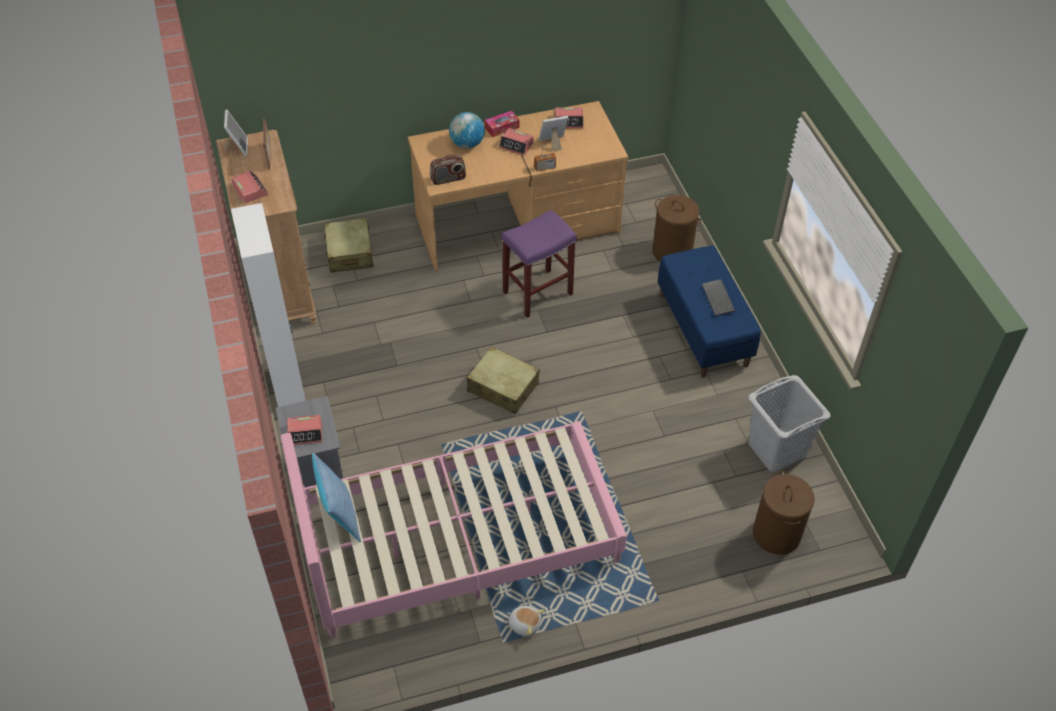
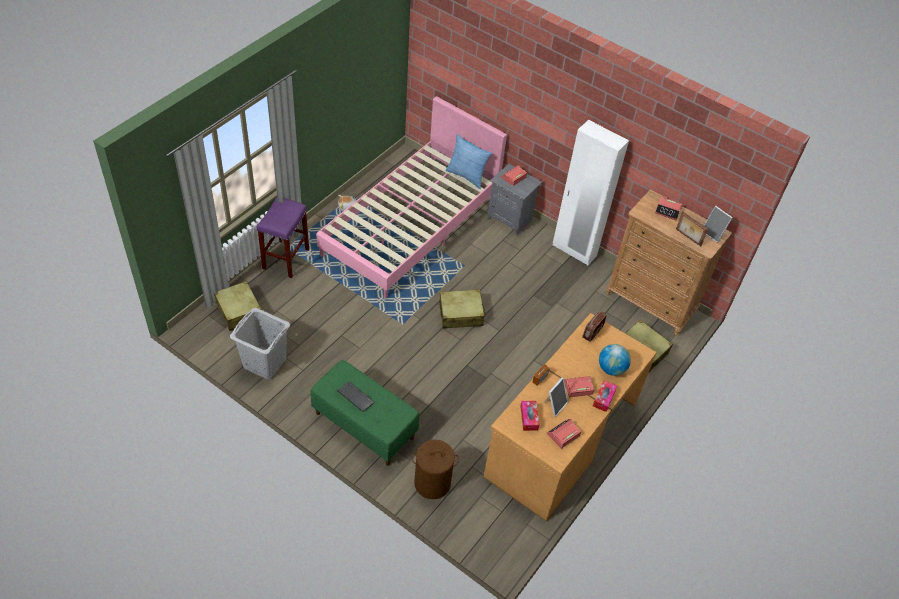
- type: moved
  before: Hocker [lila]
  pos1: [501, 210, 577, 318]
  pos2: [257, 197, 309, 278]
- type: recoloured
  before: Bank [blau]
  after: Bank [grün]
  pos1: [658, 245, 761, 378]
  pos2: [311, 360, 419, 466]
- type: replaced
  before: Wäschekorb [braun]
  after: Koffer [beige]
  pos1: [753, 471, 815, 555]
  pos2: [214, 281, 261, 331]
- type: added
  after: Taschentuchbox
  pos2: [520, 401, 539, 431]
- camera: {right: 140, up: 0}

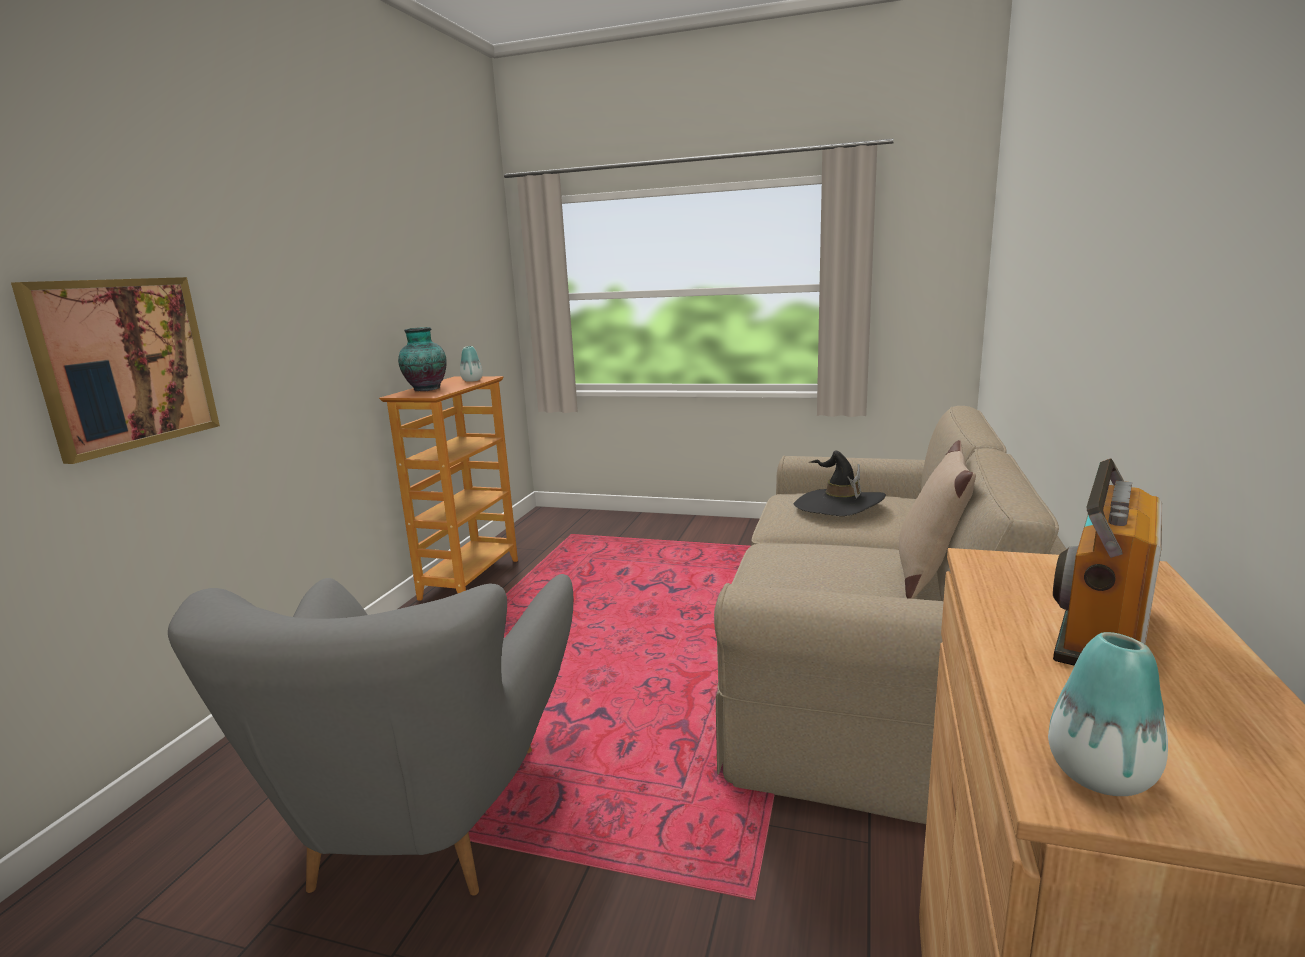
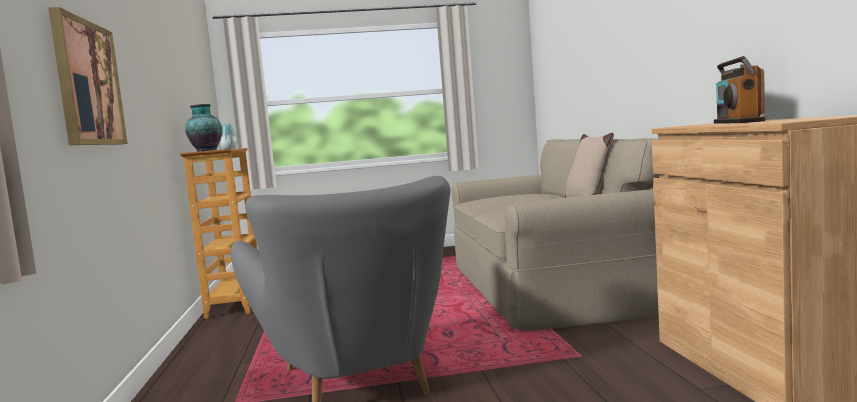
- type: removed
  before: Hut [schwarz]
  pos1: [794, 451, 886, 516]
- type: removed
  before: Vase
  pos1: [1048, 632, 1168, 796]
- camera: {right: -25, up: -10}

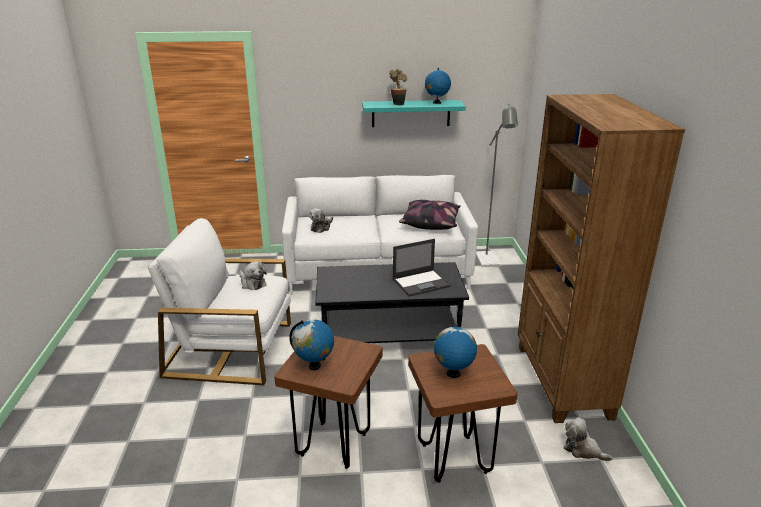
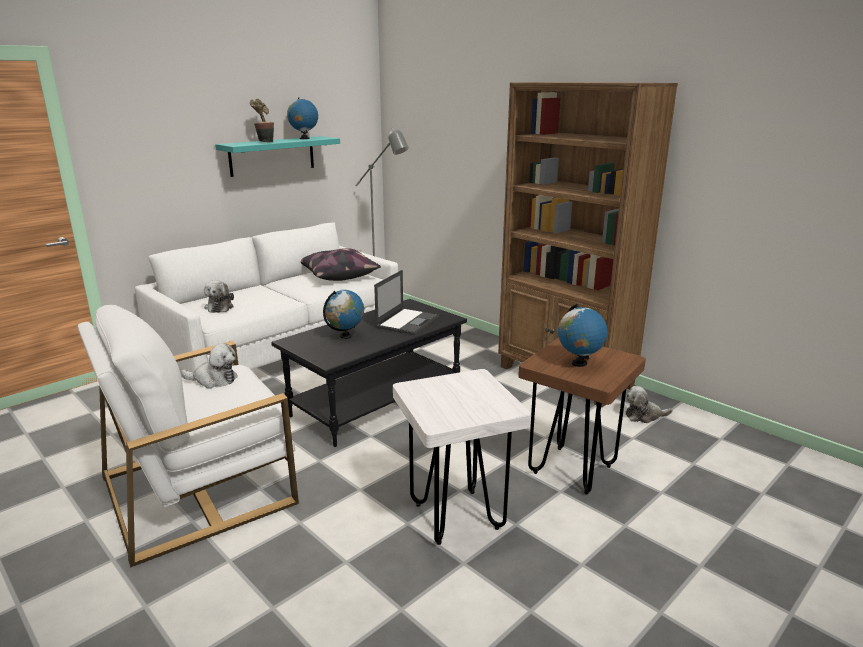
- type: moved
  before: Globus
  pos1: [289, 319, 334, 370]
  pos2: [323, 290, 364, 339]
- type: recoloured
  before: Hocker [braun]
  after: Hocker [weiß]
  pos1: [274, 336, 382, 469]
  pos2: [393, 369, 531, 545]
- camera: {right: -40, up: -5}

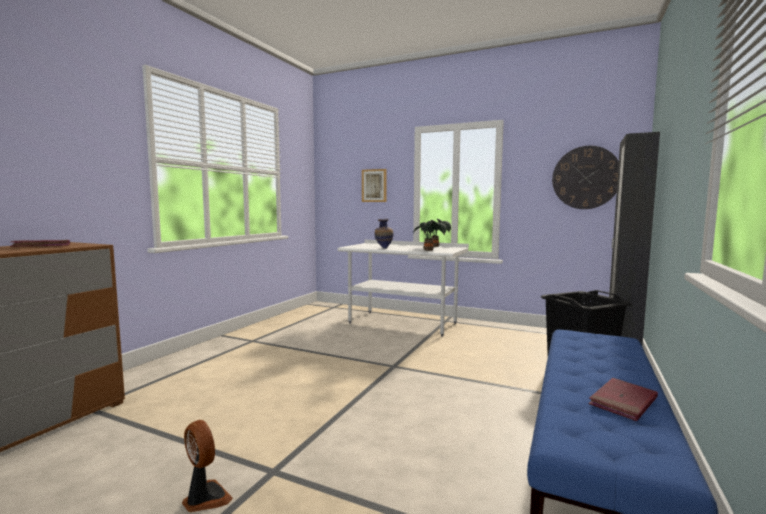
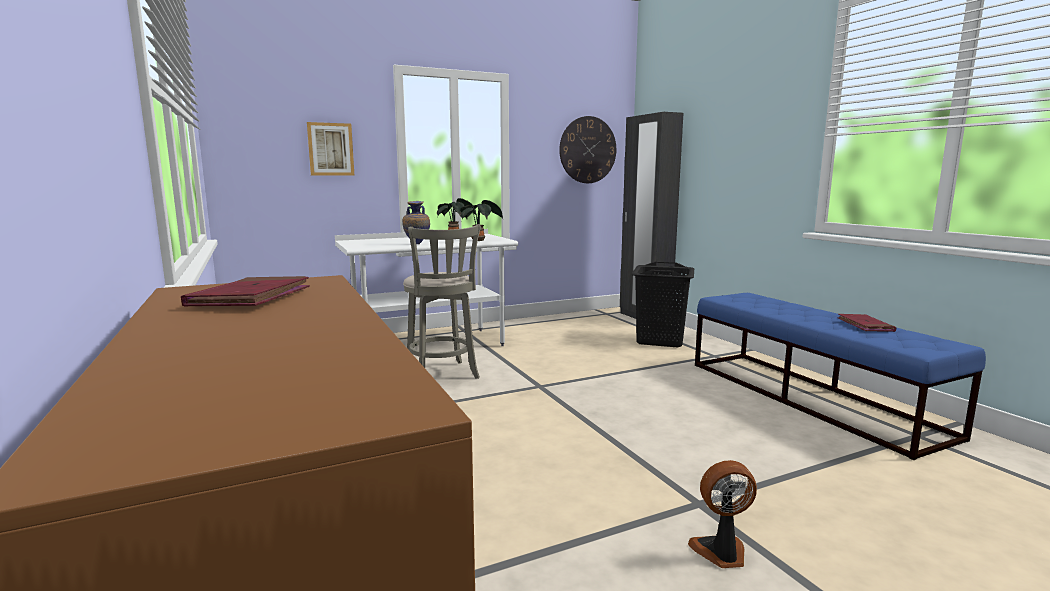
- type: added
  after: Hocker [grau]
  pos2: [403, 224, 481, 379]
- camera: {right: -50, up: 5}

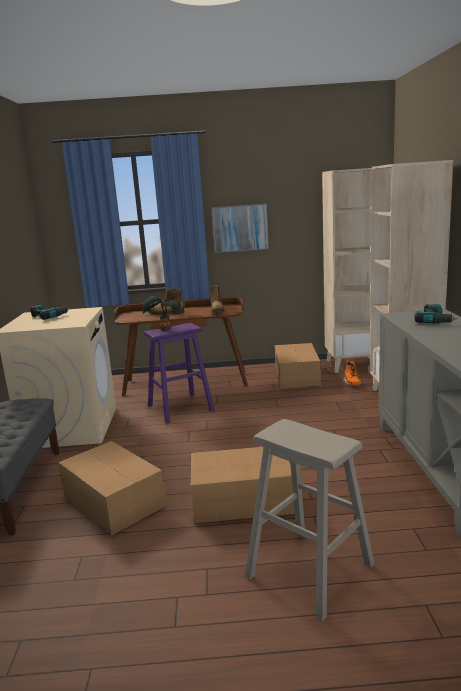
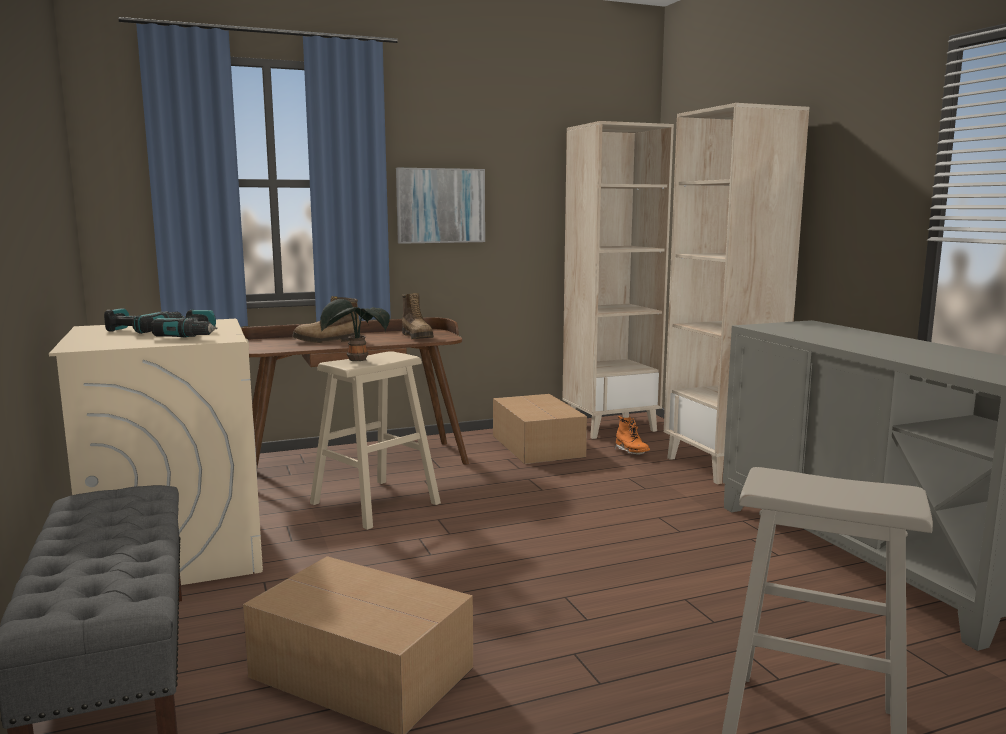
- type: moved
  before: Bohrmaschine
  pos1: [415, 304, 457, 324]
  pos2: [151, 309, 218, 337]
- type: recoloured
  before: Hocker [lila]
  after: Hocker [beige]
  pos1: [144, 323, 215, 424]
  pos2: [310, 351, 441, 530]
- type: removed
  before: Karton
  pos1: [191, 447, 295, 523]
- camera: {right: -20, up: -5}

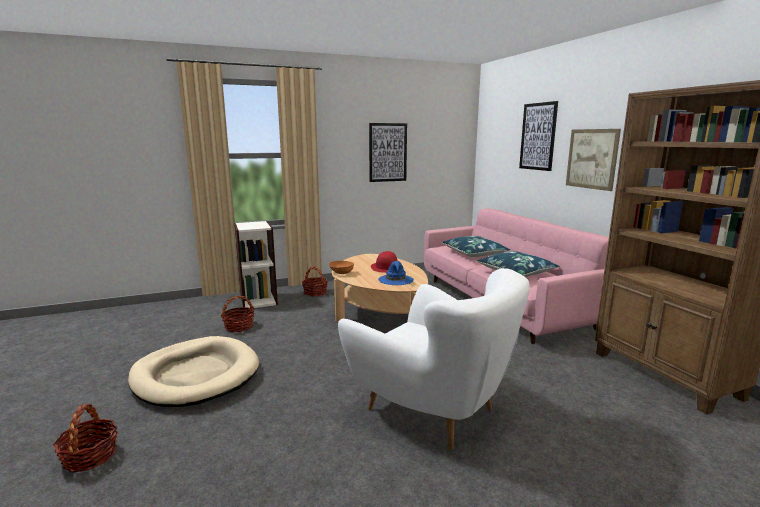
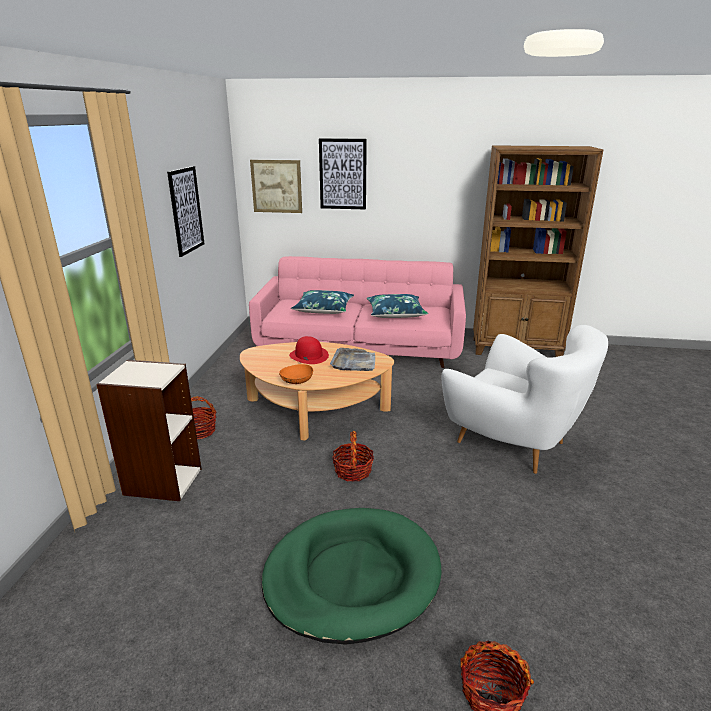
- type: moved
  before: Bild
  pos1: [566, 129, 621, 191]
  pos2: [250, 160, 302, 213]
- type: replaced
  before: Hut [blau]
  after: Tablett [grau]
  pos1: [378, 261, 414, 285]
  pos2: [330, 348, 375, 371]
- type: turned
  before: Sessel [weiß]
  pos1: [338, 268, 530, 450]
  pos2: [442, 325, 608, 474]
  turn: 60
- type: moved
  before: Korb
  pos1: [221, 296, 255, 332]
  pos2: [332, 431, 374, 482]
- type: recoloured
  before: Hundebett [beige]
  after: Hundebett [grün]
  pos1: [128, 336, 259, 407]
  pos2: [262, 508, 442, 645]
- camera: {right: -60, up: 10}

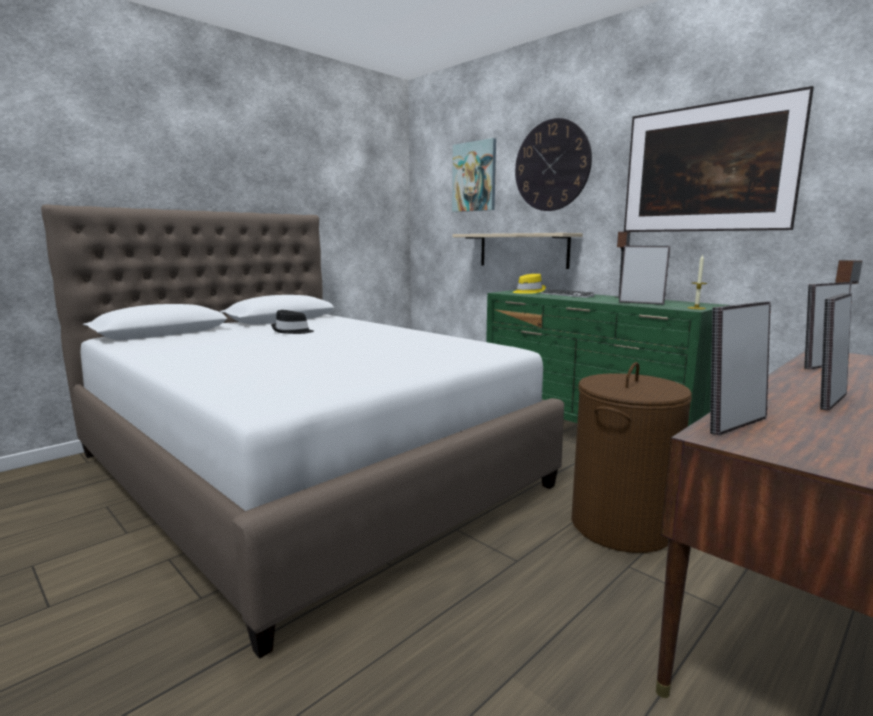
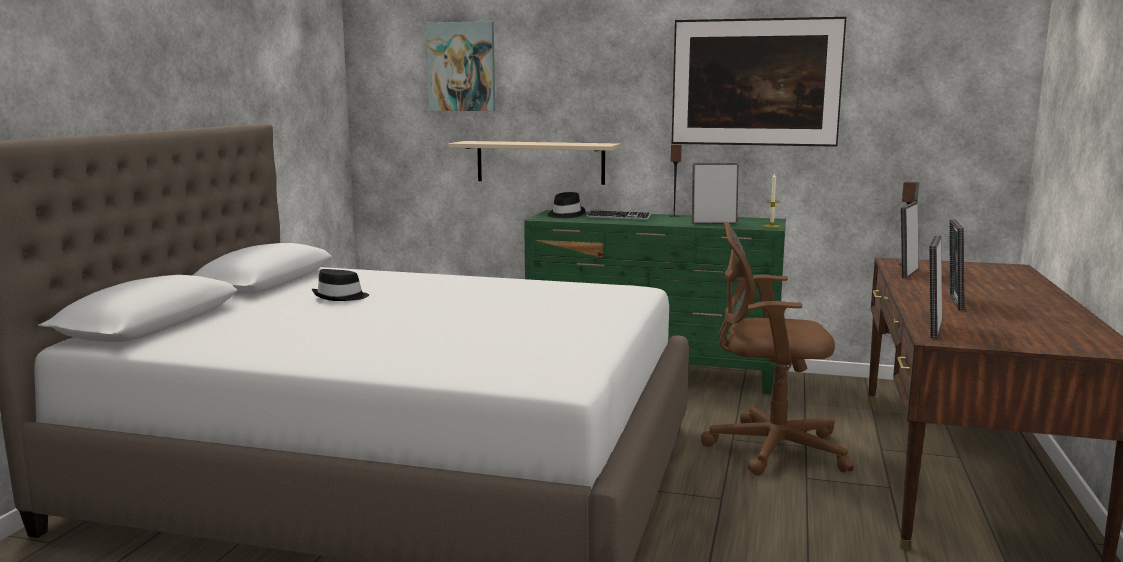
- type: removed
  before: Wanduhr
  pos1: [515, 118, 592, 211]
- type: recoloured
  before: Hut [gelb]
  after: Hut [schwarz]
  pos1: [513, 274, 546, 294]
  pos2: [548, 192, 585, 218]
- type: replaced
  before: Wäschekorb [braun]
  after: Bürostuhl [braun]
  pos1: [571, 362, 692, 553]
  pos2: [701, 222, 854, 476]
- camera: {right: -30, up: 0}

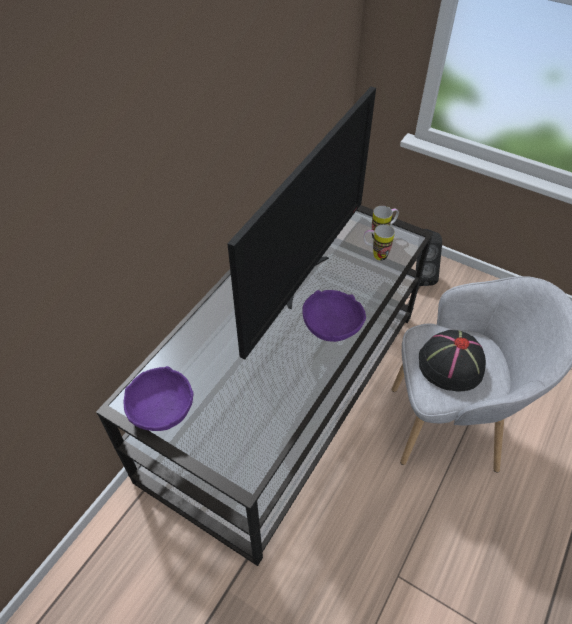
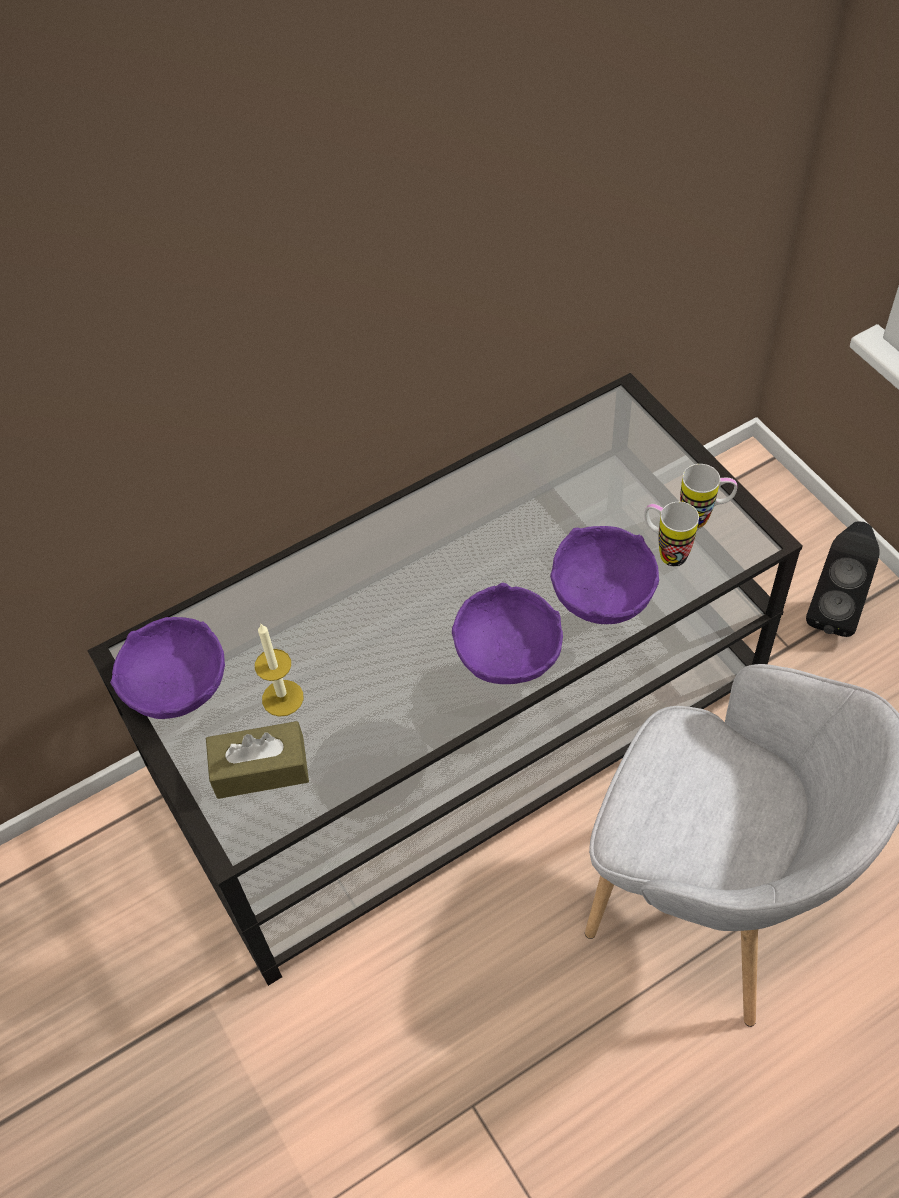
- type: removed
  before: Fernseher
  pos1: [227, 86, 376, 359]
- type: removed
  before: Hut [schwarz]
  pos1: [419, 330, 486, 391]
- type: added
  after: Schüssel [lila]
  pos2: [550, 526, 659, 624]
- type: added
  after: Kerze
  pos2: [255, 623, 304, 717]
- type: added
  after: Taschentuchbox [braun]
  pos2: [206, 721, 309, 799]
- camera: {right: 30, up: 5}

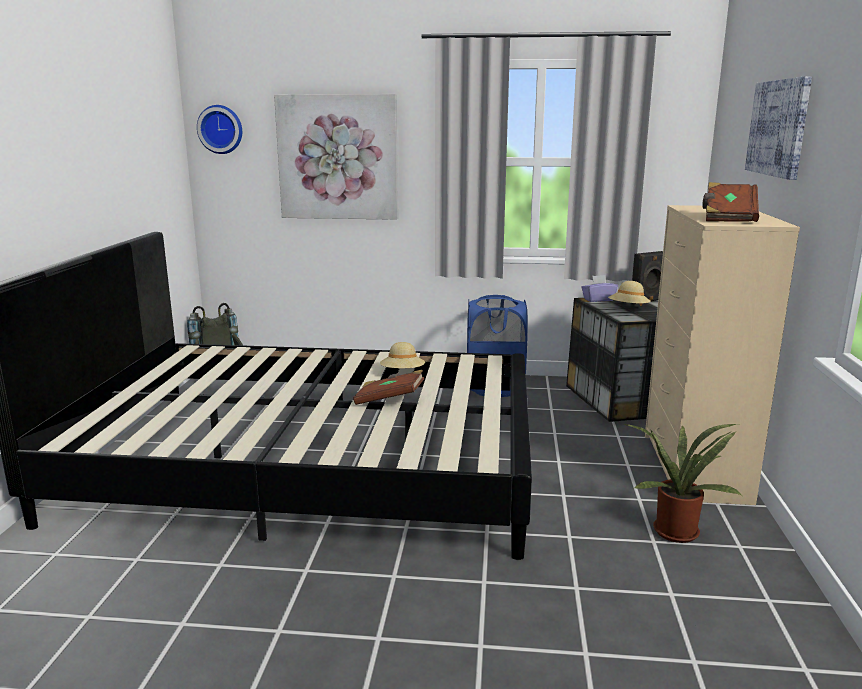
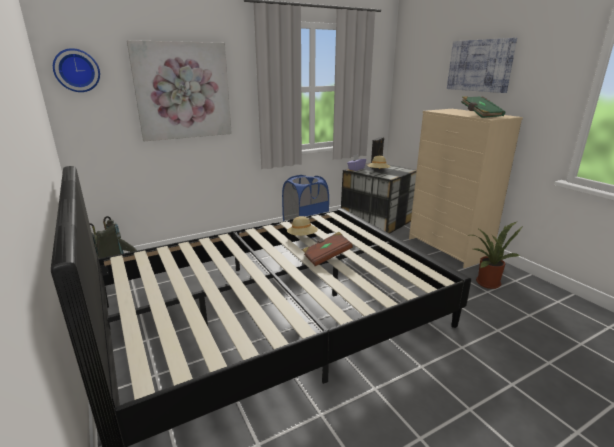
- type: recoloured
  before: Buch [braun]
  after: Buch [grün]
  pos1: [702, 182, 759, 222]
  pos2: [461, 96, 505, 118]
- camera: {right: -35, up: 5}

